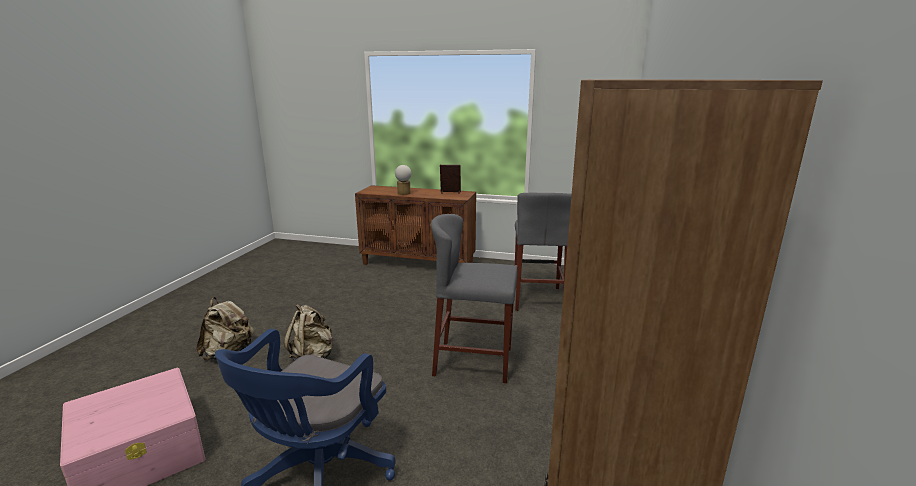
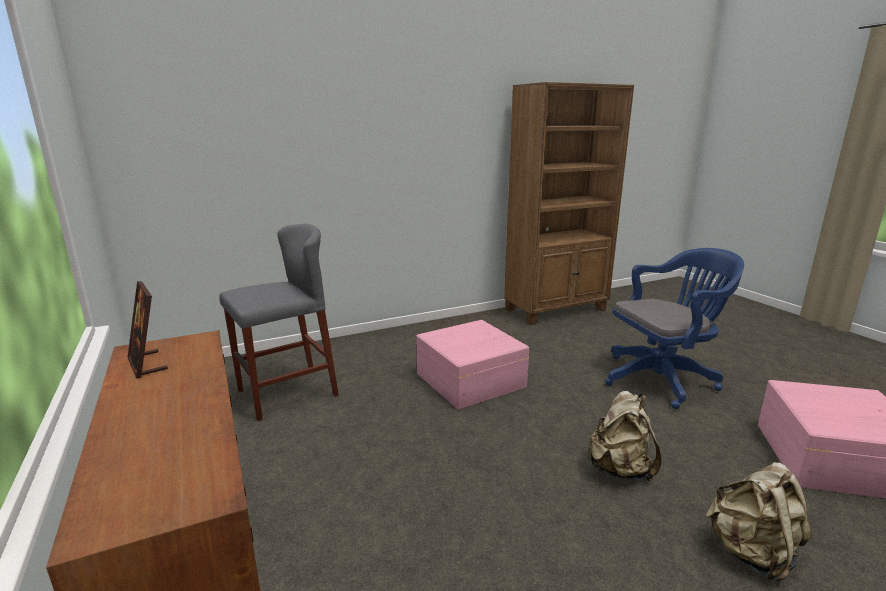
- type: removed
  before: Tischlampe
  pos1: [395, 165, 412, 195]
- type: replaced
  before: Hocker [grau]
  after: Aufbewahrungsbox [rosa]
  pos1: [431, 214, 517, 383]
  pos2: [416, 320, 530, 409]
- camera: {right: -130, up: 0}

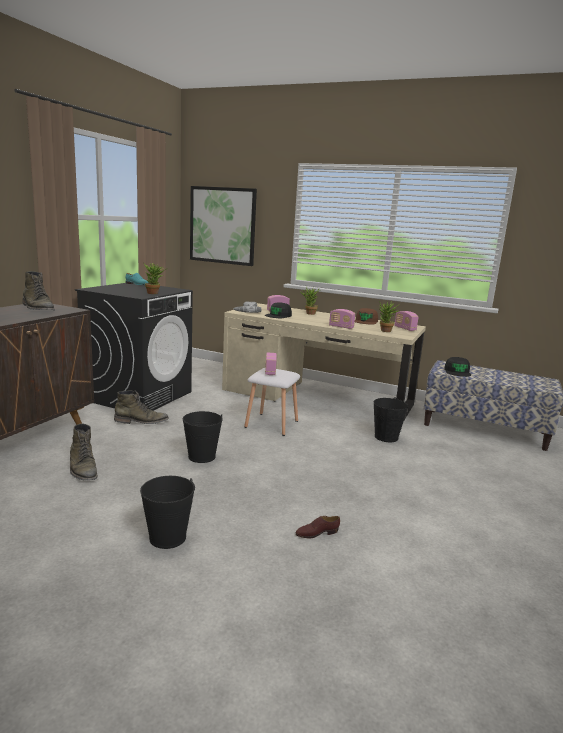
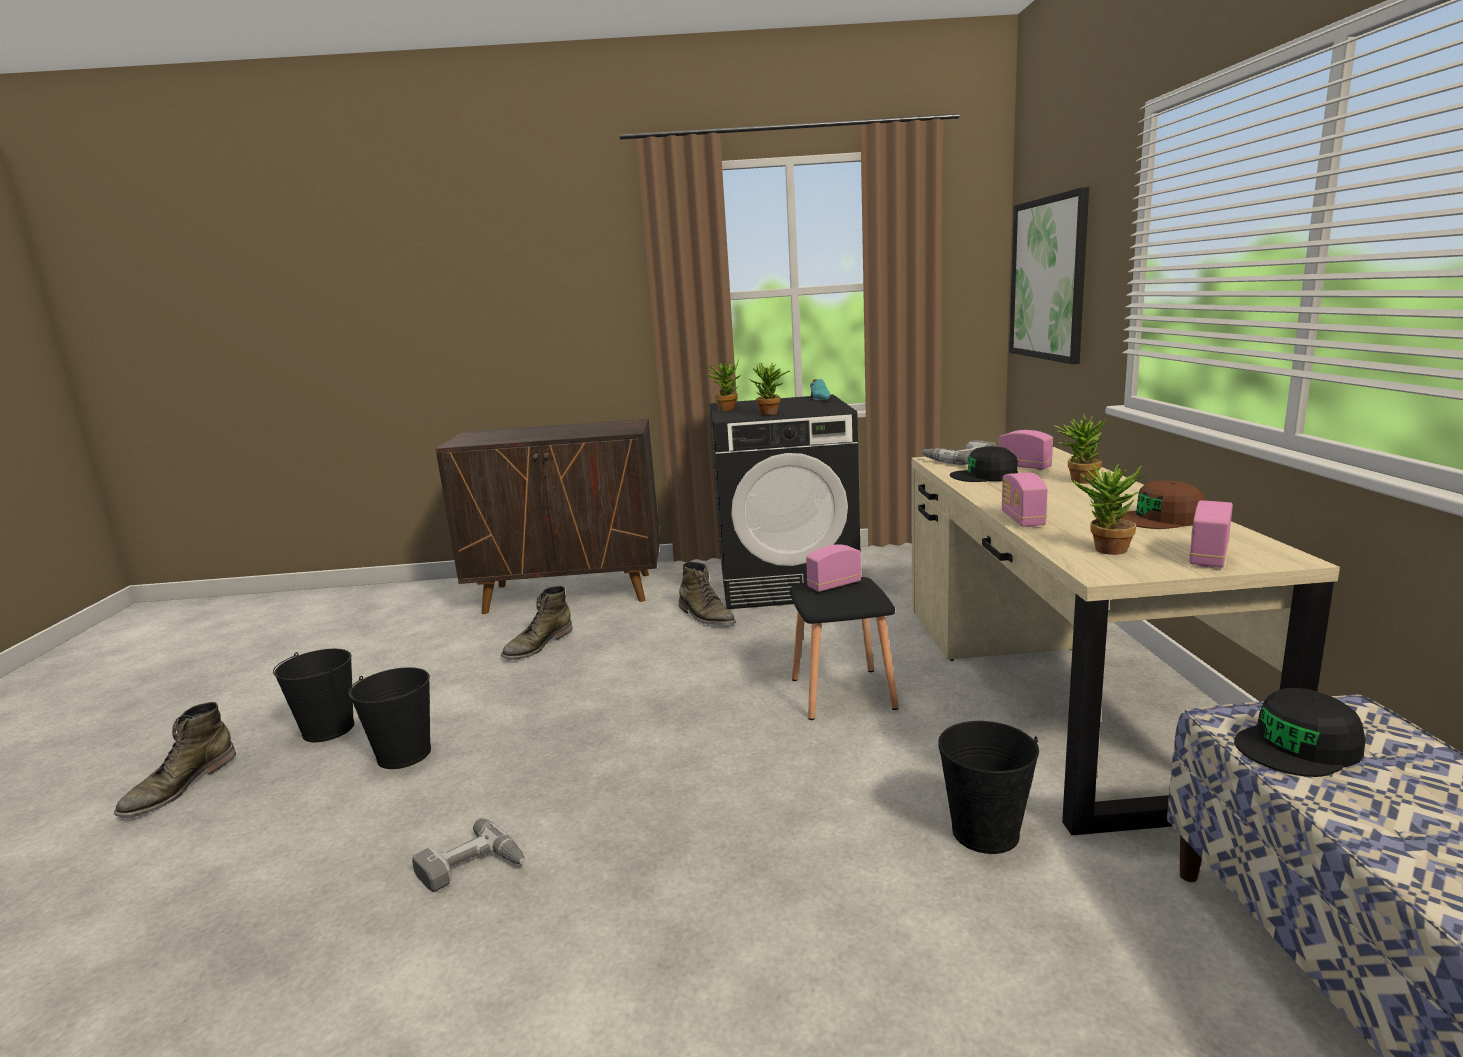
- type: moved
  before: Stiefel [grün]
  pos1: [22, 271, 55, 311]
  pos2: [114, 702, 236, 818]
- type: recoloured
  before: Hocker [weiß]
  after: Hocker [schwarz]
  pos1: [244, 368, 300, 436]
  pos2: [790, 577, 898, 720]
- type: moved
  before: Eimer [schwarz]
  pos1: [183, 411, 223, 463]
  pos2: [273, 649, 354, 742]
- type: replaced
  before: Schuh [braun]
  after: Bohrmaschine
  pos1: [295, 516, 340, 538]
  pos2: [412, 818, 525, 892]
- type: added
  after: Topfpflanze
  pos2: [706, 361, 741, 411]
- camera: {right: 65, up: 0}

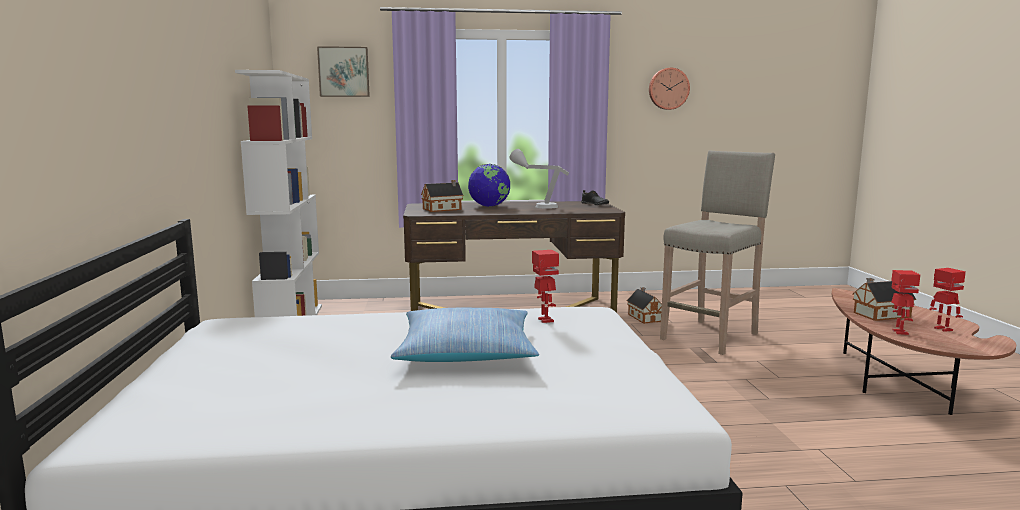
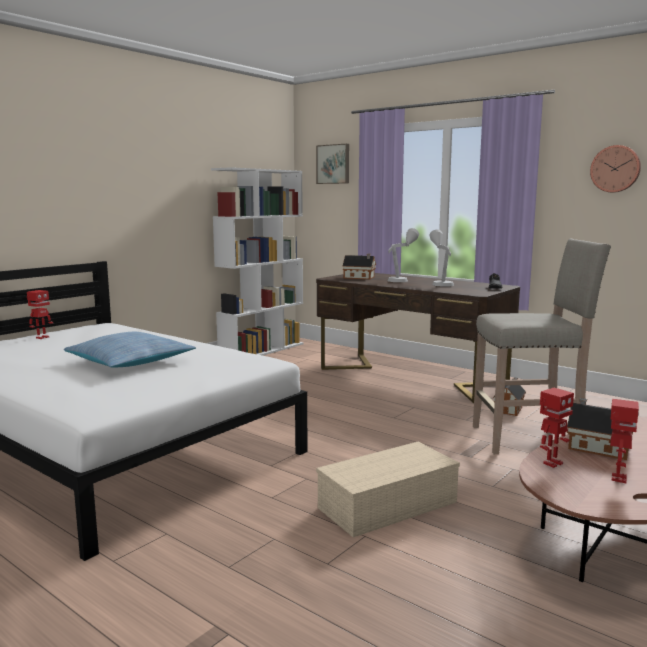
- type: replaced
  before: Globus
  after: Tischlampe [grau]
  pos1: [468, 164, 510, 207]
  pos2: [387, 228, 419, 282]
- type: moved
  before: Spielzeugroboter
  pos1: [532, 250, 559, 323]
  pos2: [27, 290, 53, 339]
- type: added
  after: Aufbewahrungsbox [beige]
  pos2: [316, 442, 460, 537]
- camera: {right: 45, up: 0}

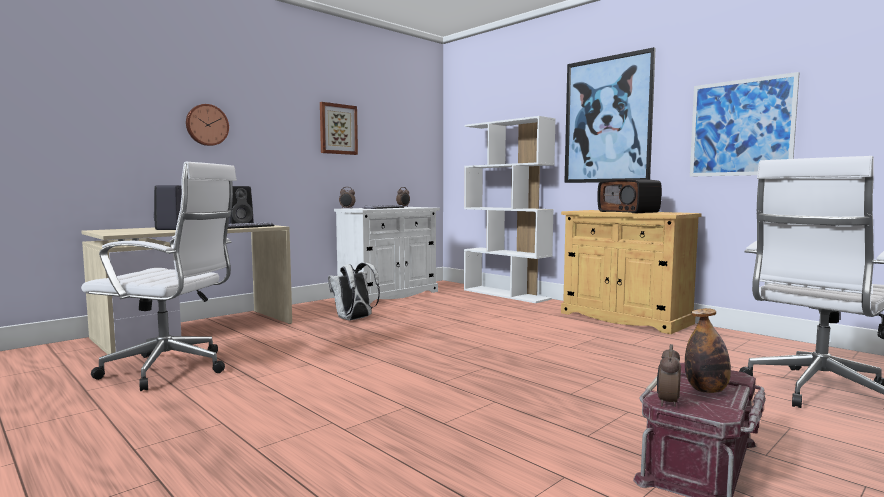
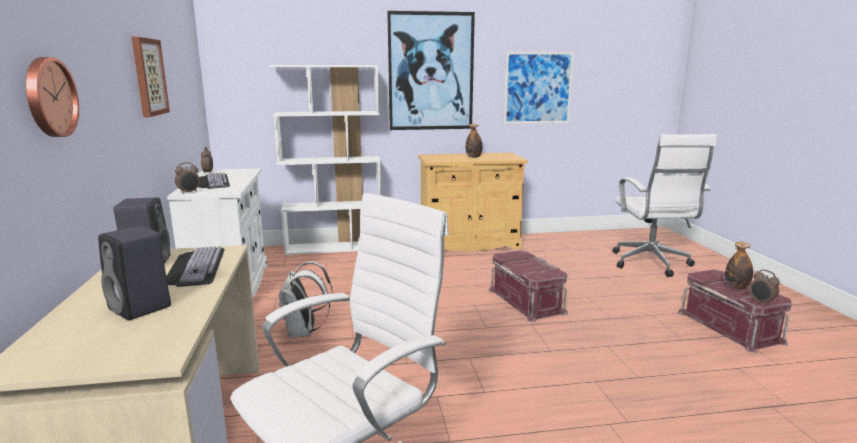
- type: replaced
  before: Radio
  after: Flasche
  pos1: [597, 179, 662, 213]
  pos2: [466, 124, 483, 158]
- type: added
  after: Aufbewahrungsbox [rot]
  pos2: [488, 250, 568, 322]
- camera: {right: -55, up: 10}

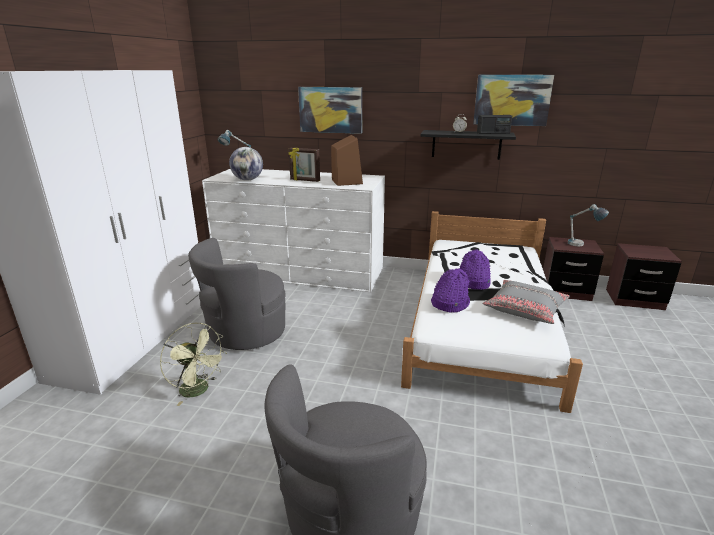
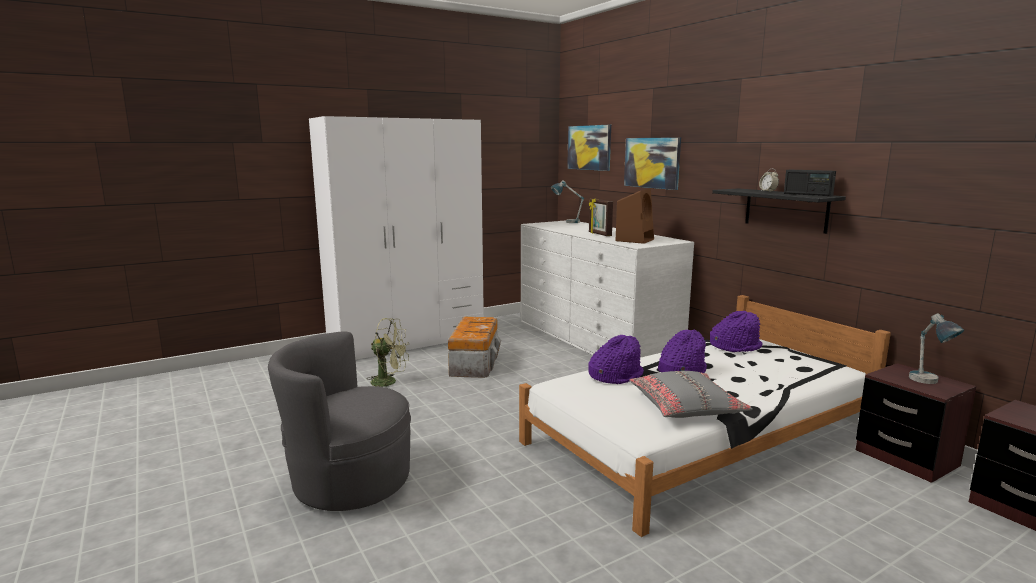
- type: moved
  before: Bild
  pos1: [473, 74, 554, 126]
  pos2: [567, 125, 611, 171]
- type: removed
  before: Globus
  pos1: [229, 147, 263, 181]
- type: replaced
  before: Sessel [grau]
  after: Aufbewahrungsbox
  pos1: [188, 238, 286, 350]
  pos2: [448, 317, 501, 378]
- type: turned
  before: Ventilator [grün]
  pos1: [160, 323, 227, 406]
  pos2: [368, 318, 409, 387]
  turn: -75
- type: added
  after: Hut [lila]
  pos2: [710, 311, 763, 352]
- camera: {right: 45, up: -10}

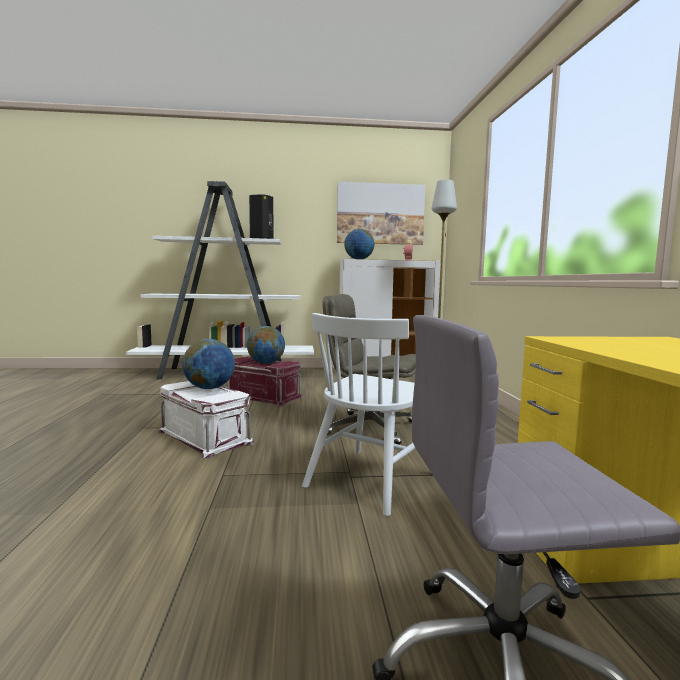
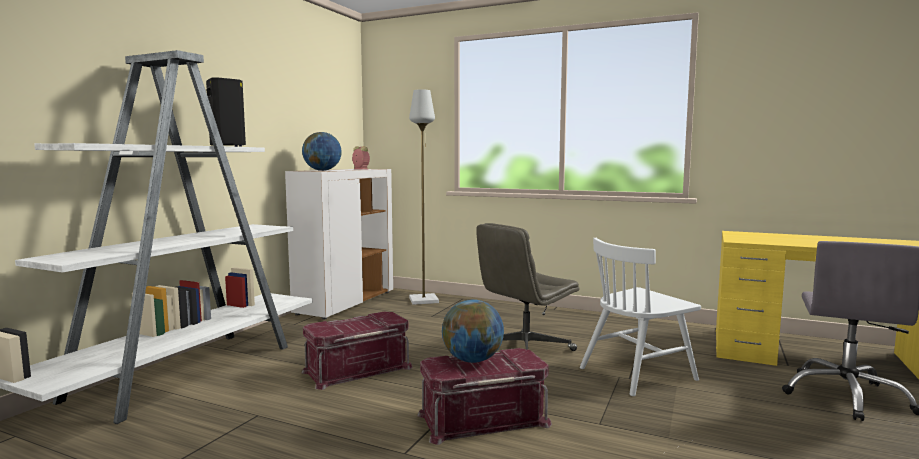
- type: removed
  before: Bild
  pos1: [337, 182, 425, 245]
- type: turned
  before: Stuhl [weiß]
  pos1: [302, 313, 432, 516]
  pos2: [580, 238, 701, 396]
  turn: 90
- type: removed
  before: Globus
  pos1: [247, 326, 285, 364]
- type: recoloured
  before: Aufbewahrungsbox [weiß]
  after: Aufbewahrungsbox [rot]
  pos1: [158, 381, 255, 458]
  pos2: [417, 348, 552, 445]
- camera: {right: -60, up: 0}

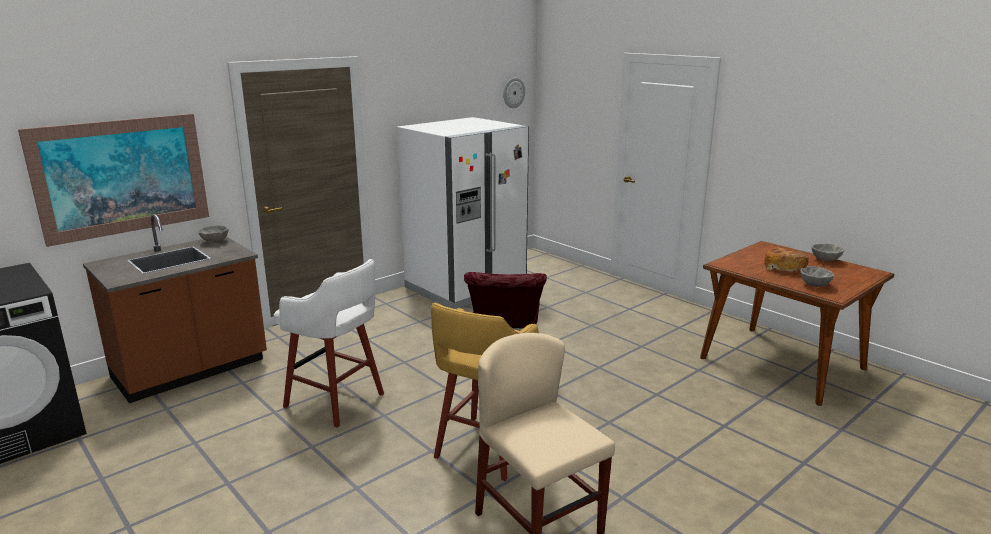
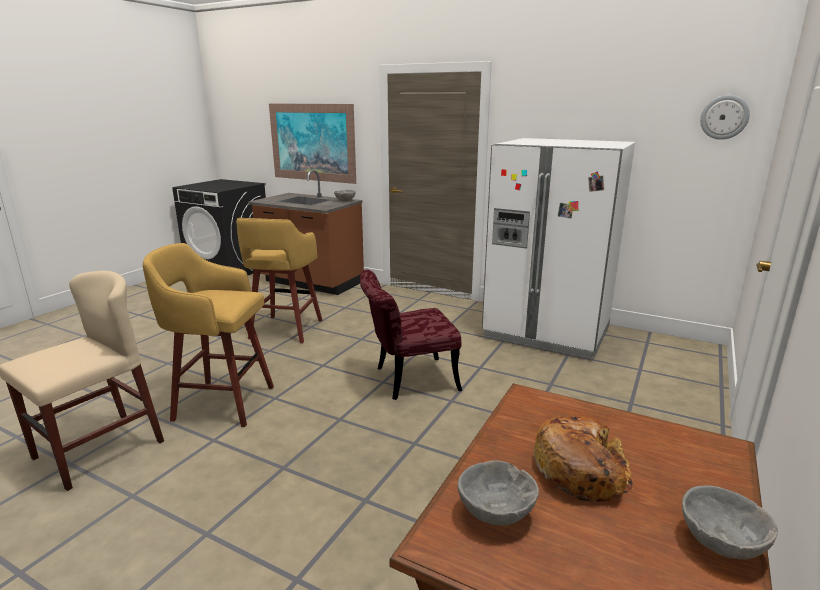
- type: recoloured
  before: Hocker [weiß]
  after: Hocker [gelb]
  pos1: [274, 259, 384, 428]
  pos2: [236, 218, 322, 343]
- camera: {right: 70, up: 0}

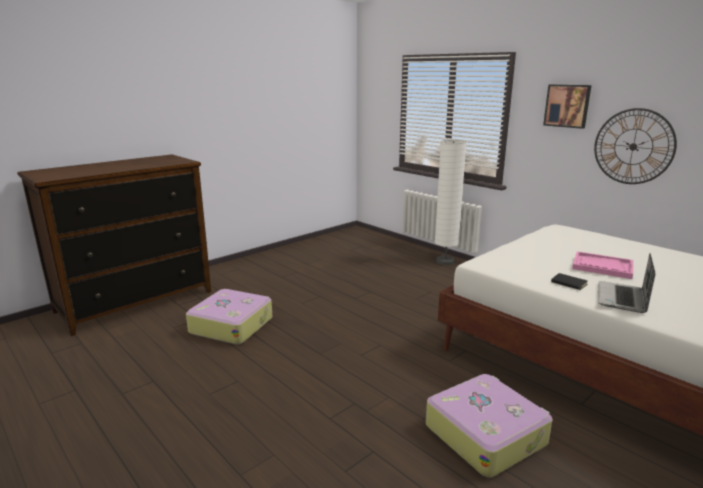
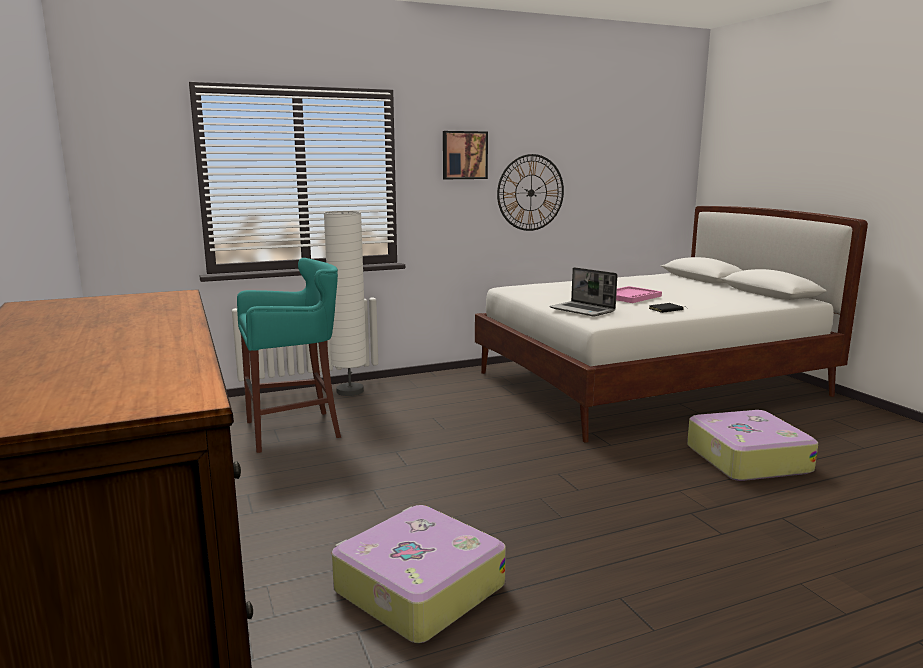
- type: moved
  before: Laptop
  pos1: [598, 253, 655, 313]
  pos2: [550, 267, 617, 316]
- type: added
  after: Hocker [türkis]
  pos2: [237, 258, 341, 453]
- camera: {right: -70, up: -5}

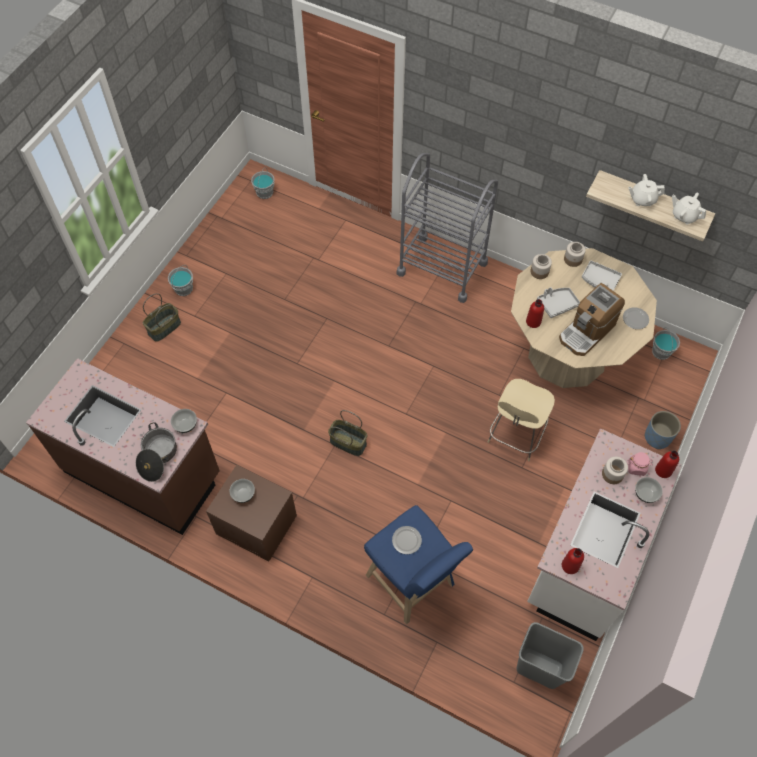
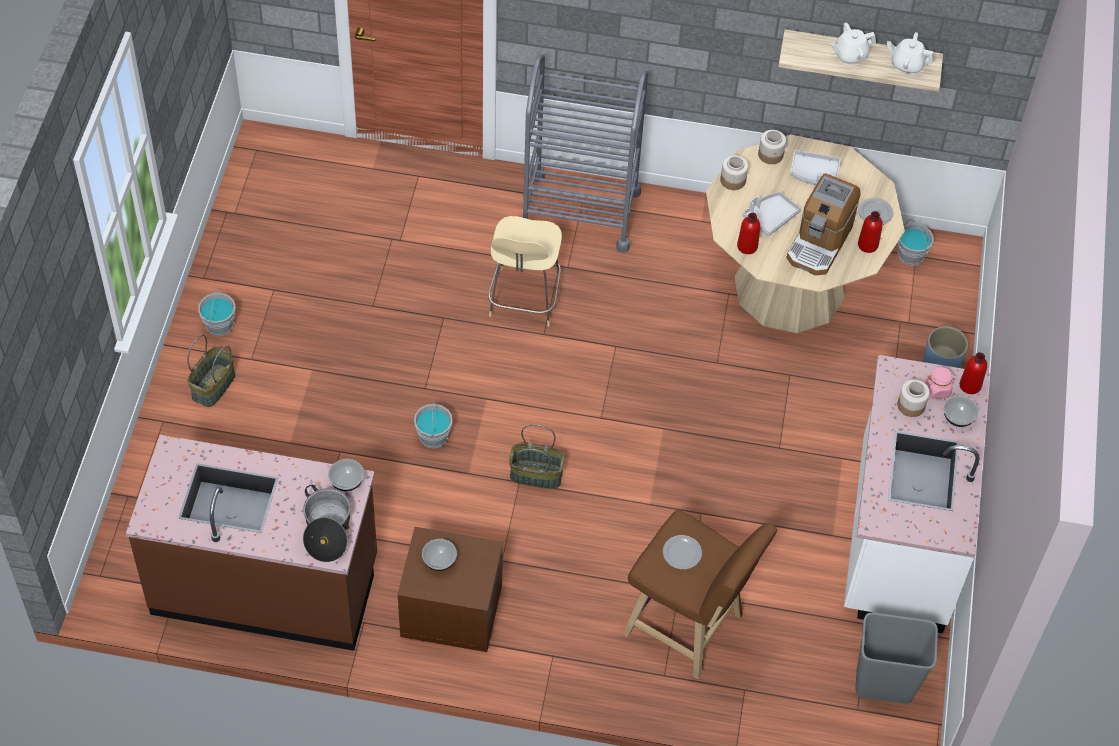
- type: moved
  before: Eimer [grau]
  pos1: [251, 168, 275, 199]
  pos2: [414, 399, 452, 448]
- type: moved
  before: Stuhl [beige]
  pos1: [488, 379, 555, 461]
  pos2: [488, 216, 562, 327]
- type: recoloured
  before: Hocker [blau]
  after: Hocker [braun]
  pos1: [364, 505, 473, 624]
  pos2: [622, 510, 777, 679]
- type: moved
  before: Flasche [rot]
  pos1: [562, 548, 584, 574]
  pos2: [858, 211, 883, 253]
- camera: {right: -20, up: -5}

